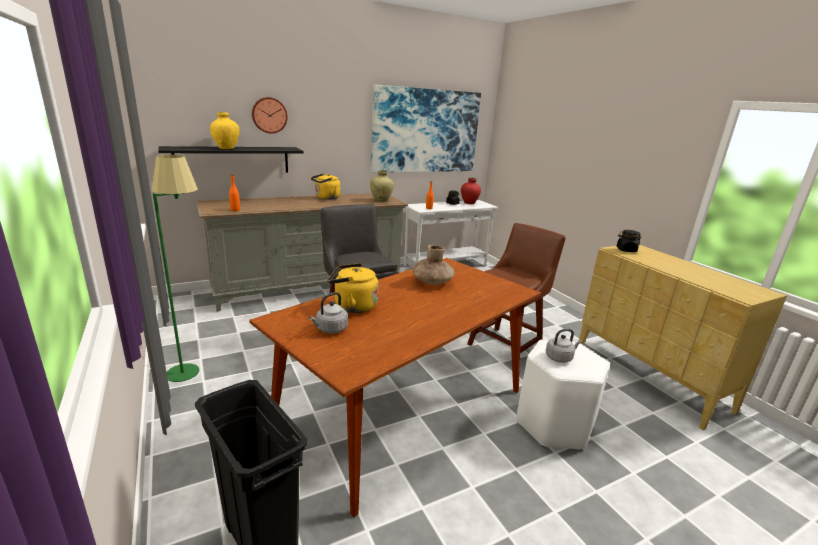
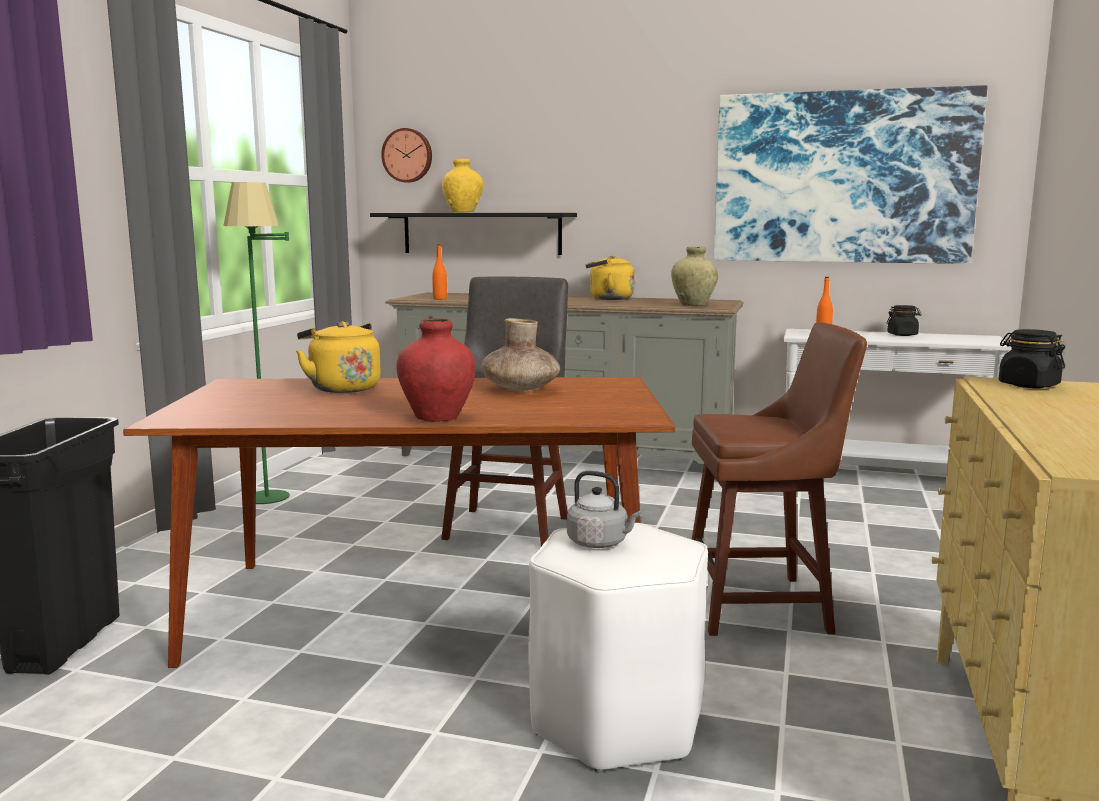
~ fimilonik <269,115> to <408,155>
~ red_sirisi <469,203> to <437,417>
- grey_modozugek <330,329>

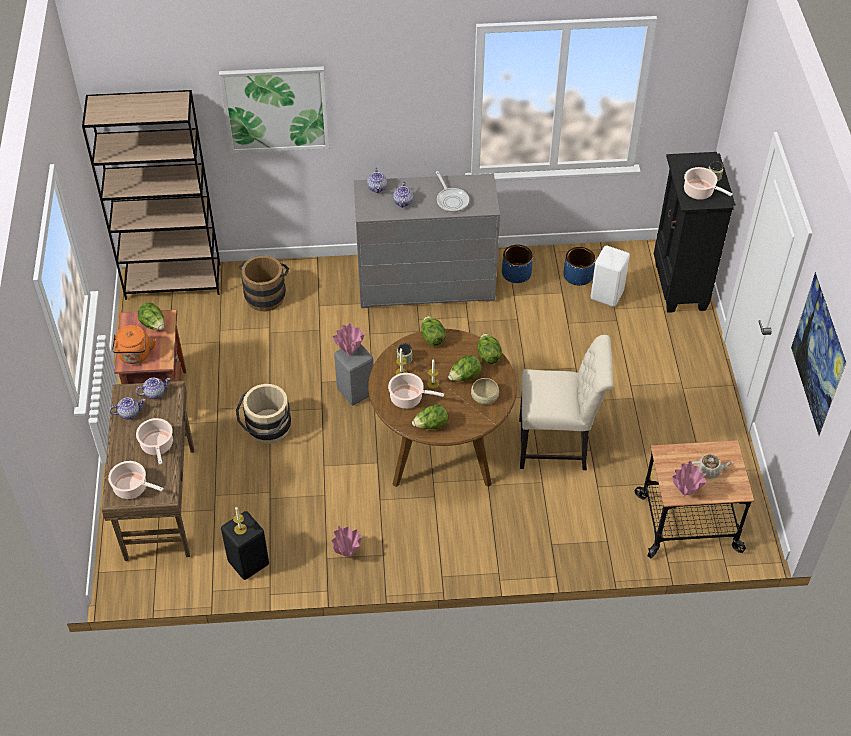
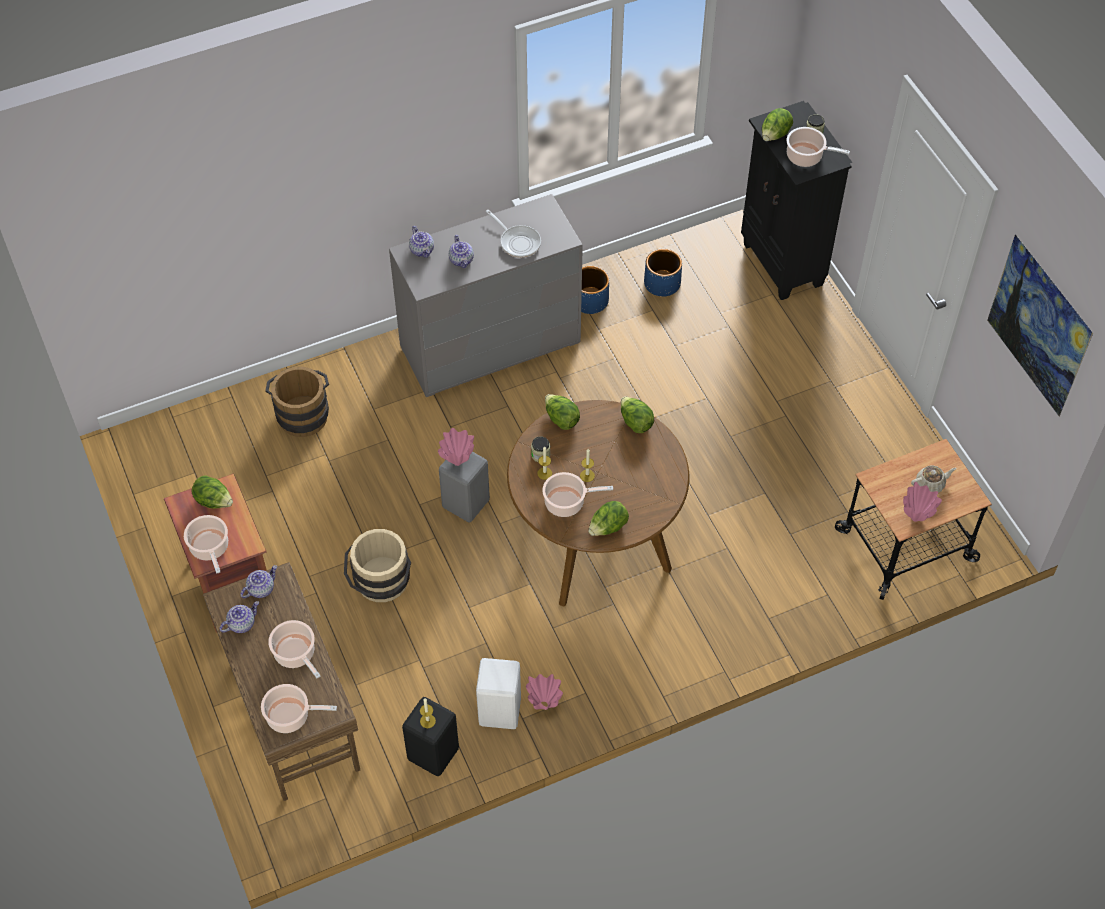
- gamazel <275,109>
- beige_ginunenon <174,281>
~ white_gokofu <606,295> to <498,712>
~ orange_modozugek <135,356> to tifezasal <210,548>
- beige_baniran <558,446>
~ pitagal <464,377> to <775,135>
- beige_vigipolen <484,396>

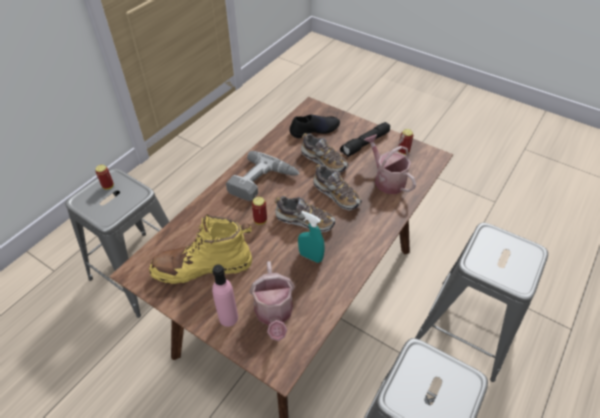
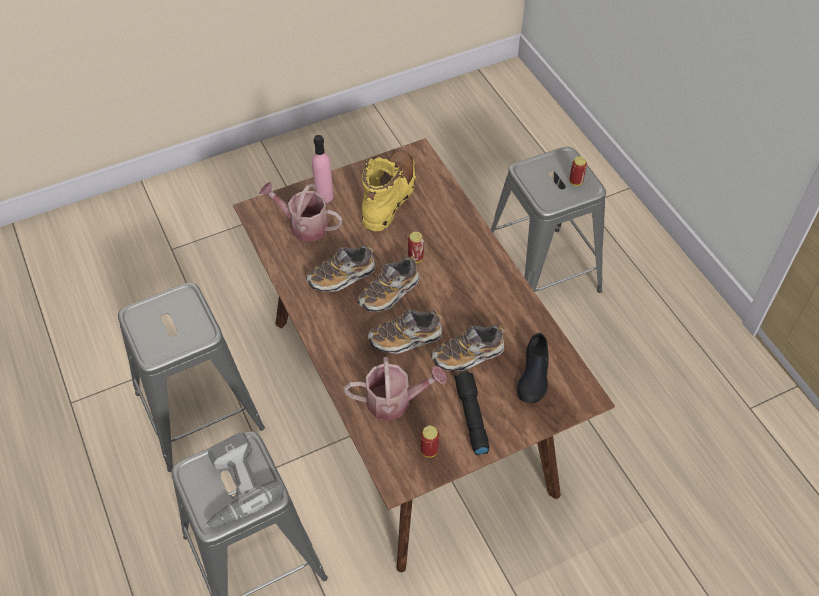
~ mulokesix <263,183> to <232,486>
~ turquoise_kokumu <310,256> to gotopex <341,277>

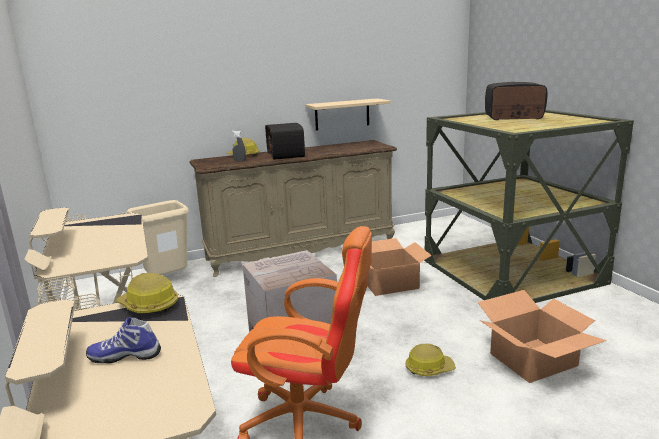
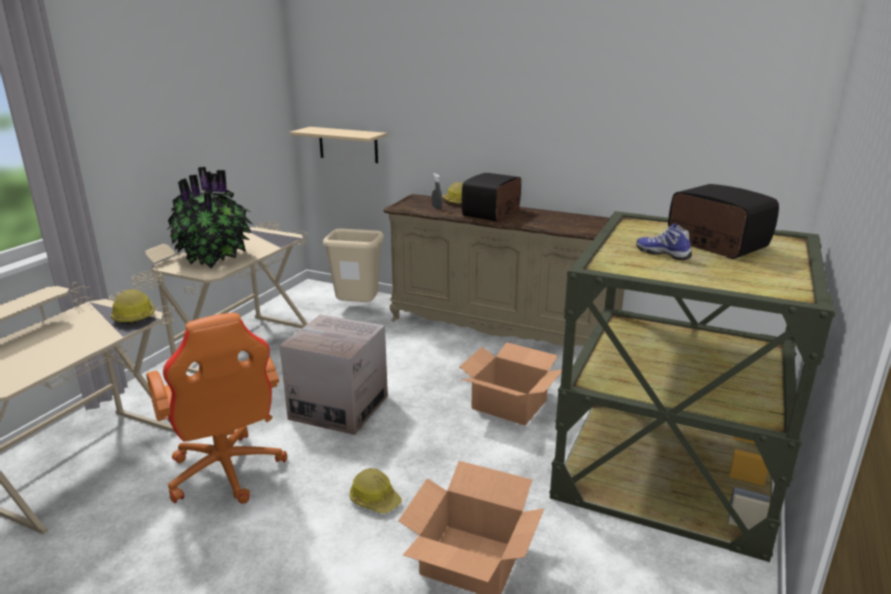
~ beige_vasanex <342,114> to <348,145>
~ gotopex <126,356> to <663,254>
+ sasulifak <216,259>

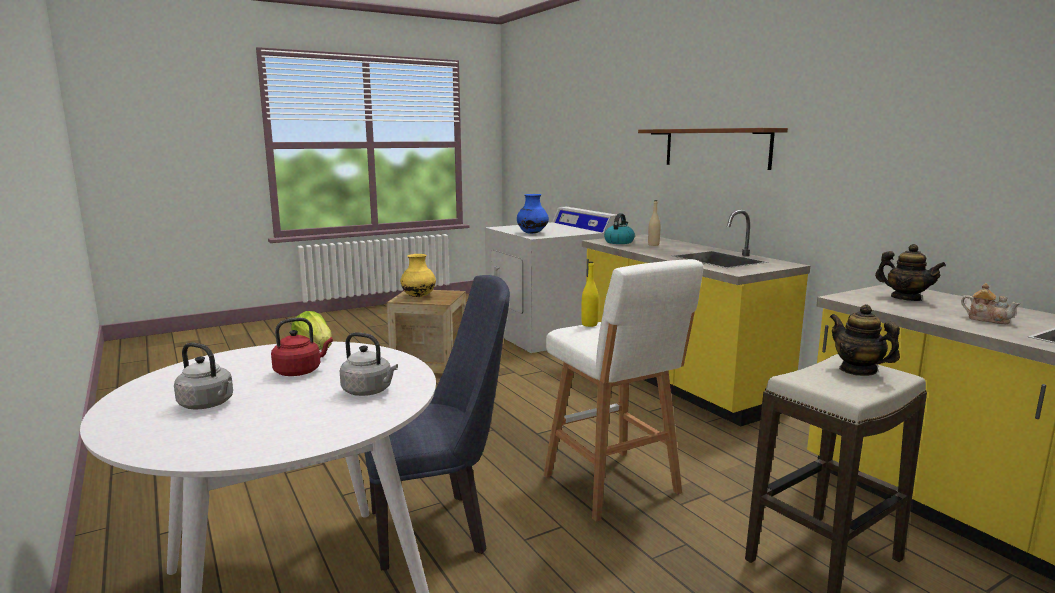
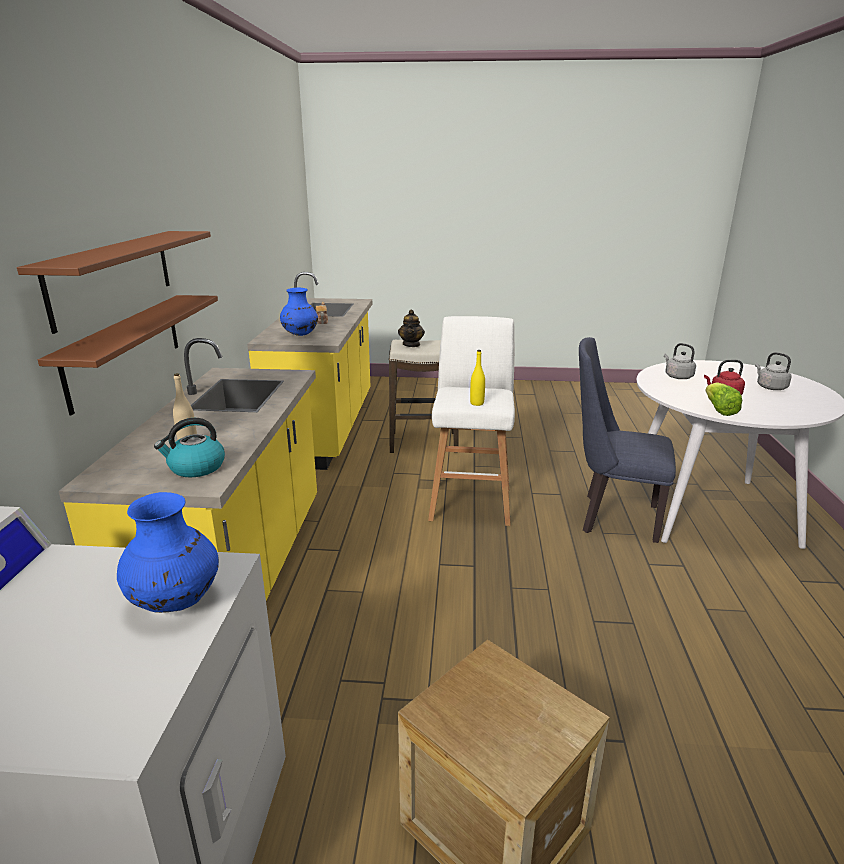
~ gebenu <905,298> to blue_sirisi <300,335>
- yellow_sirisi <418,296>
+ brown_vasanex <125,349>

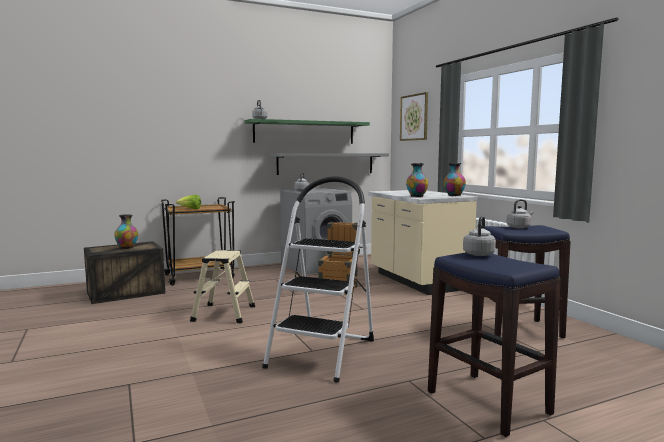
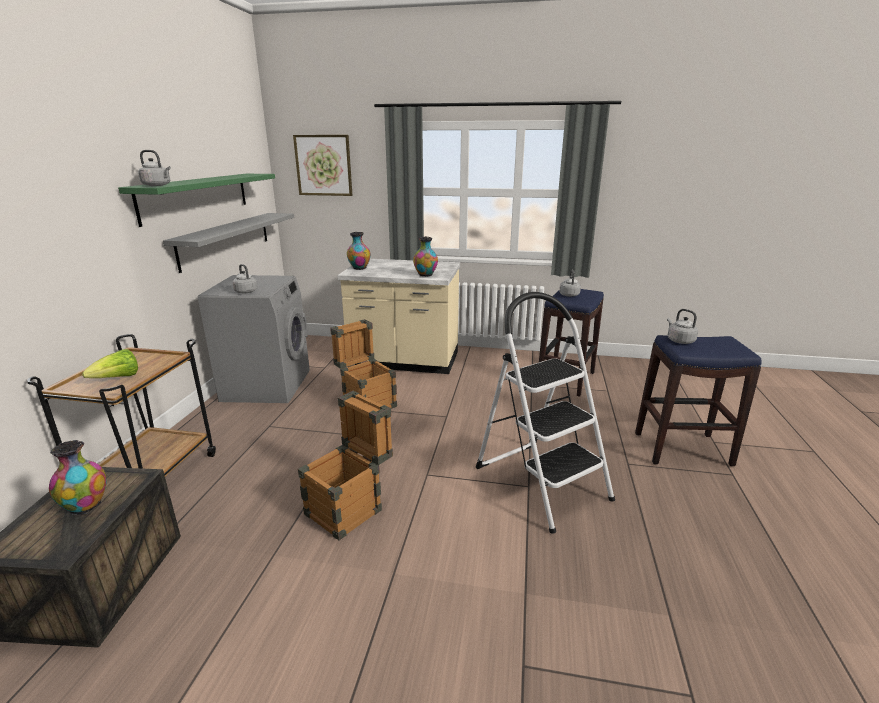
~ sirisi <454,195> to <359,268>
~ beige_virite <224,313> to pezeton <351,507>

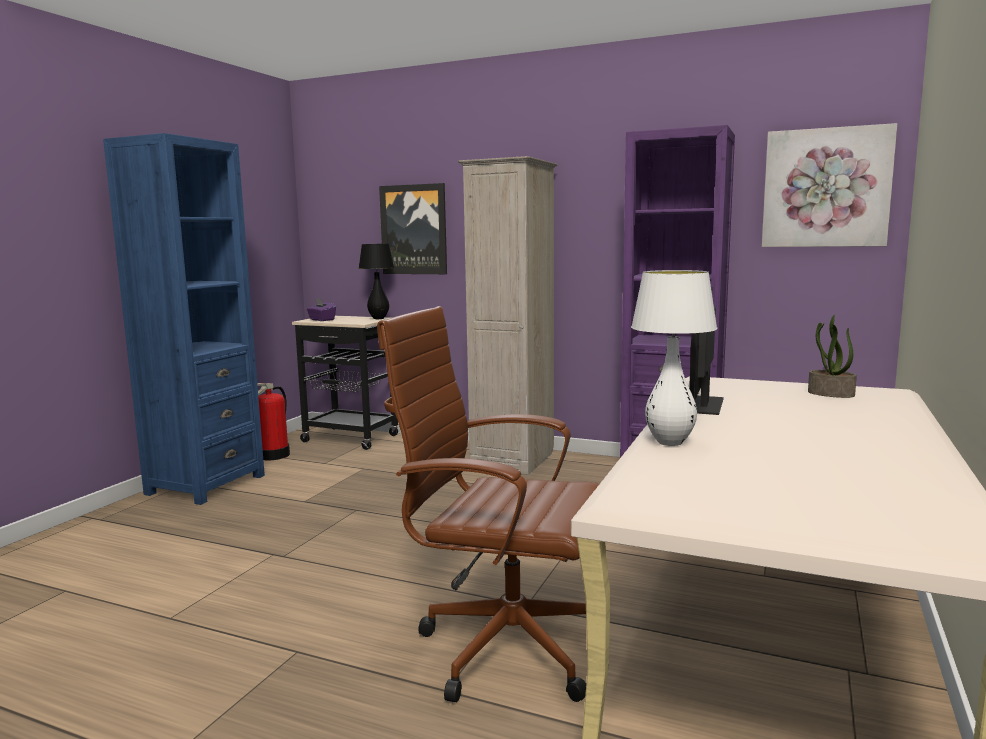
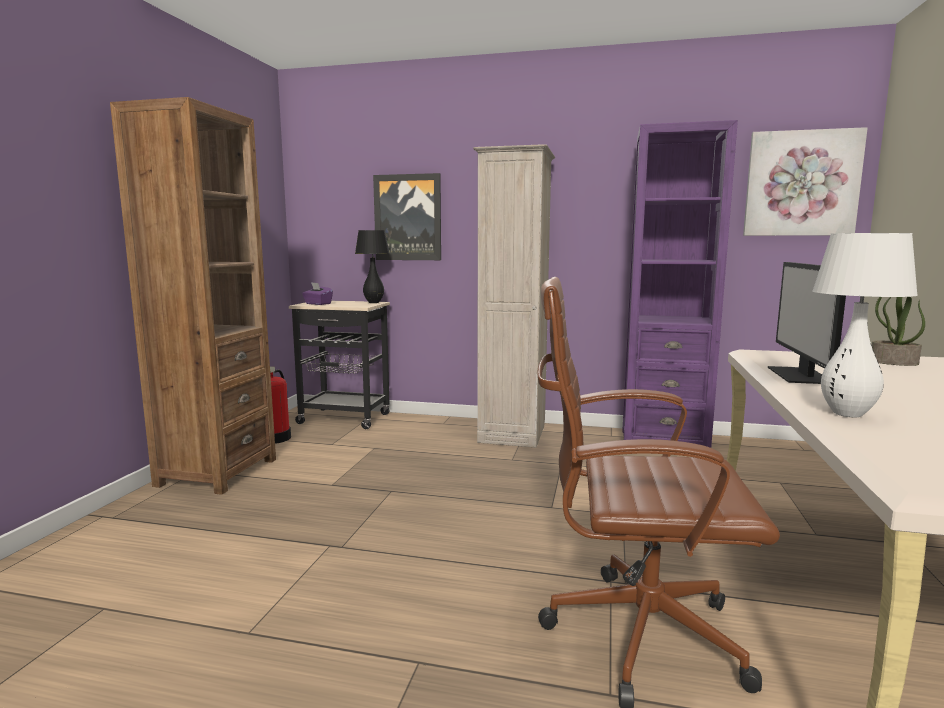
~ blue_ginunenon <205,484> to brown_ginunenon <217,472>

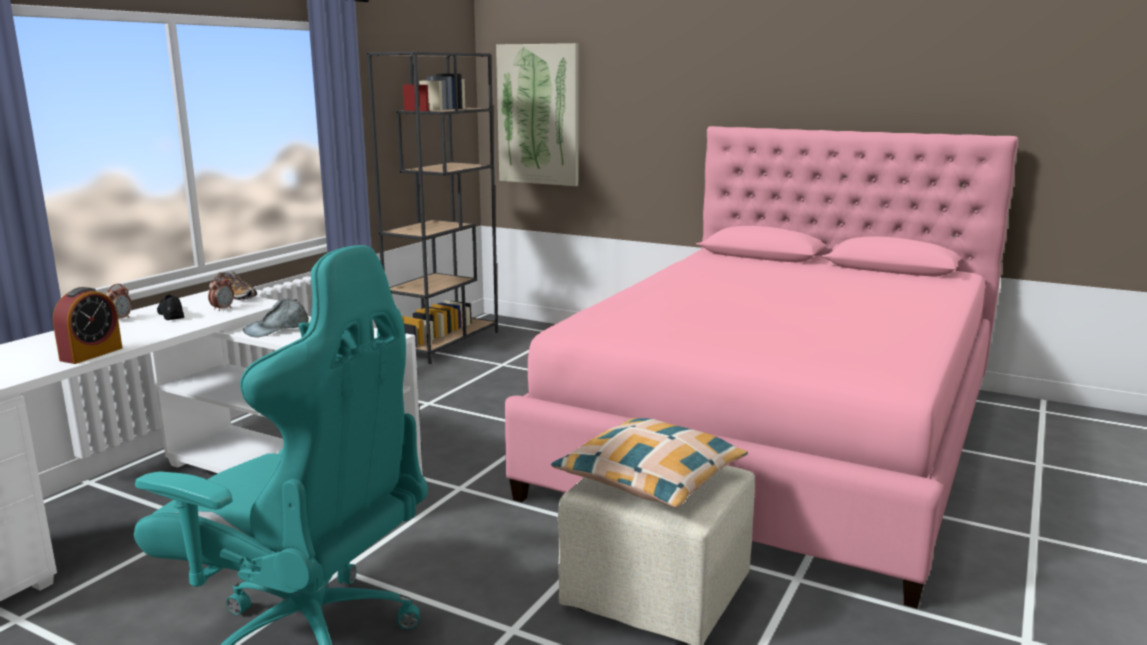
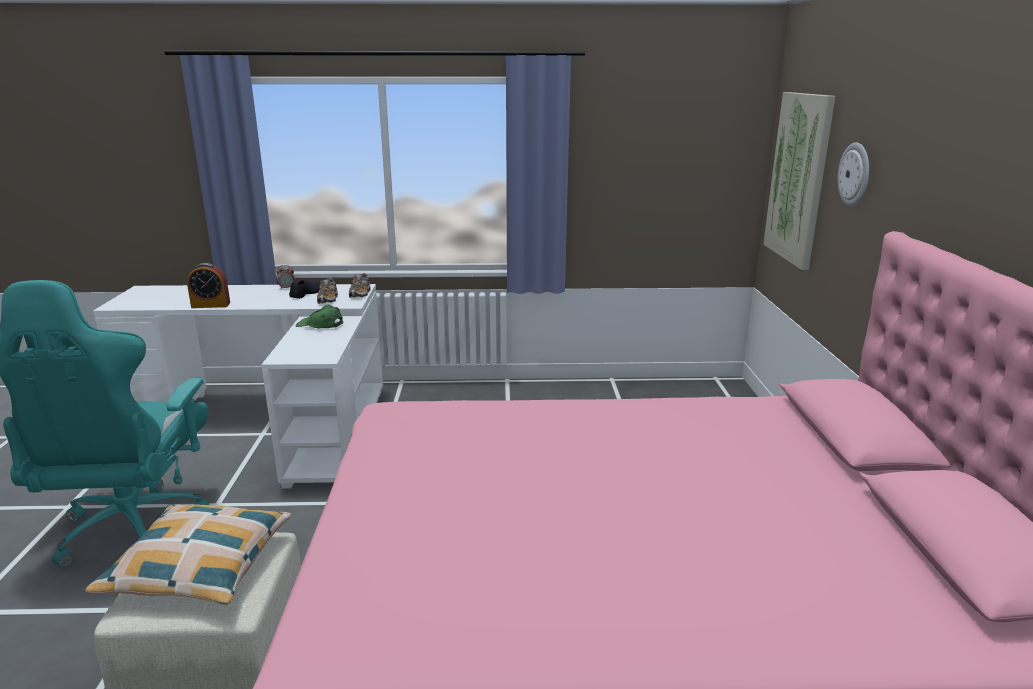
- ginunenon <444,343>
~ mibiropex <222,309> to gotopex <328,299>
~ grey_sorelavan <277,328> to green_sorelavan <320,324>
+ fimilonik <855,174>

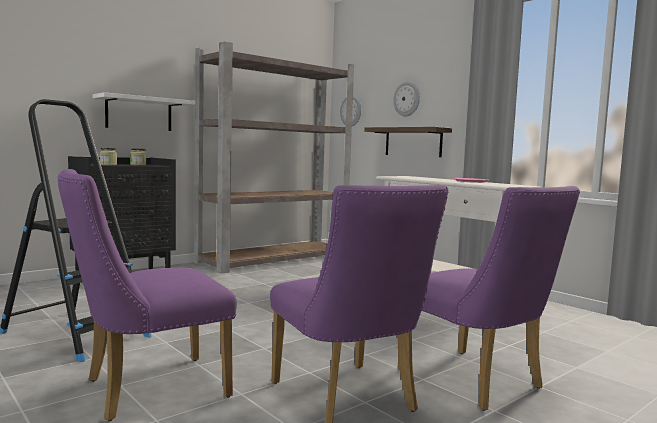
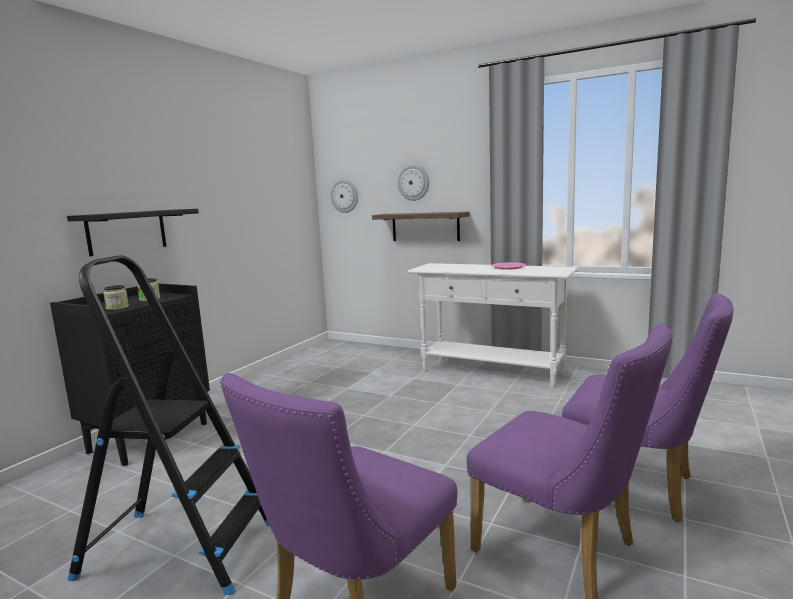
- brown_ginunenon <274,259>
~ white_vasanex <139,113> to black_vasanex <127,231>

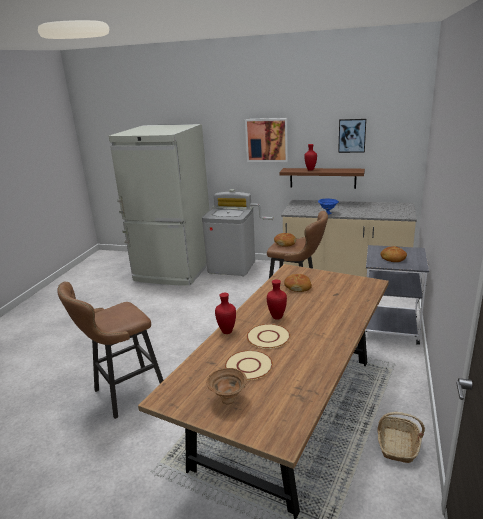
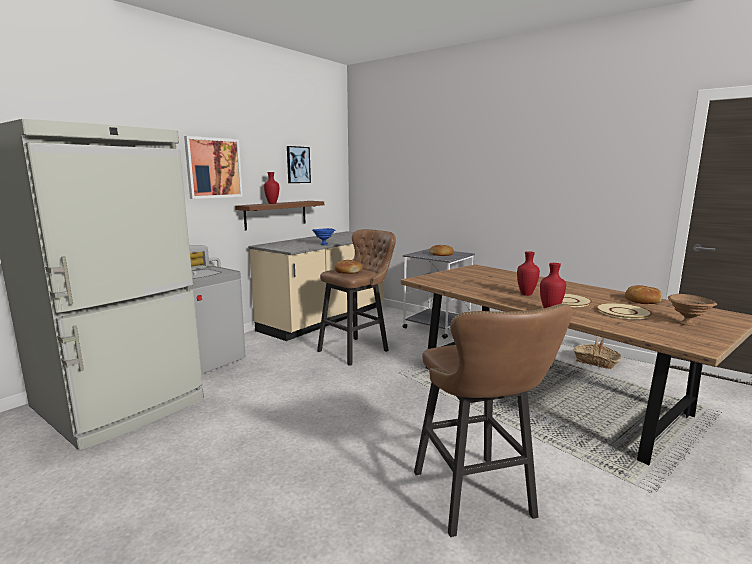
~ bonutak <298,287> to <642,301>

